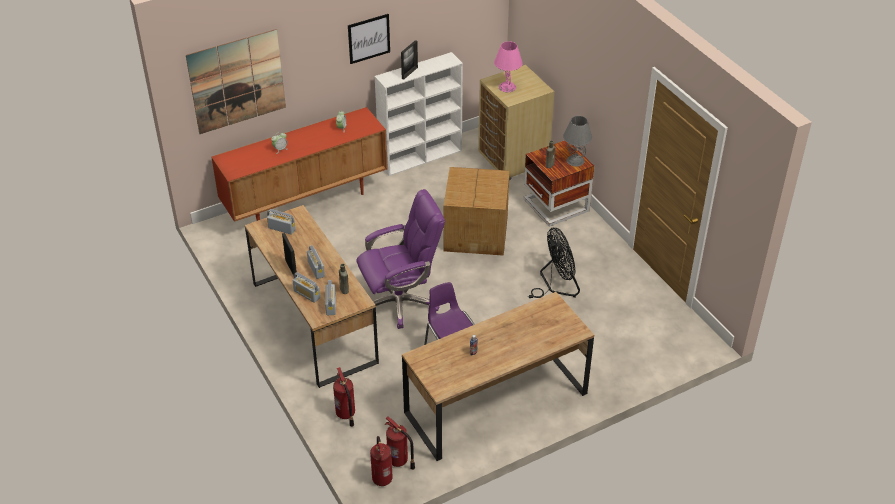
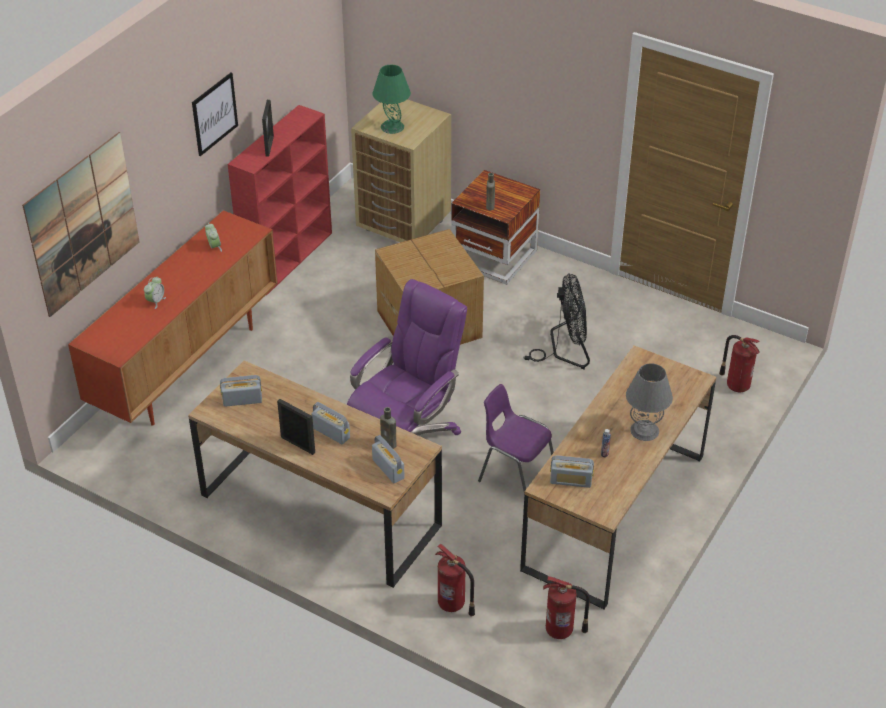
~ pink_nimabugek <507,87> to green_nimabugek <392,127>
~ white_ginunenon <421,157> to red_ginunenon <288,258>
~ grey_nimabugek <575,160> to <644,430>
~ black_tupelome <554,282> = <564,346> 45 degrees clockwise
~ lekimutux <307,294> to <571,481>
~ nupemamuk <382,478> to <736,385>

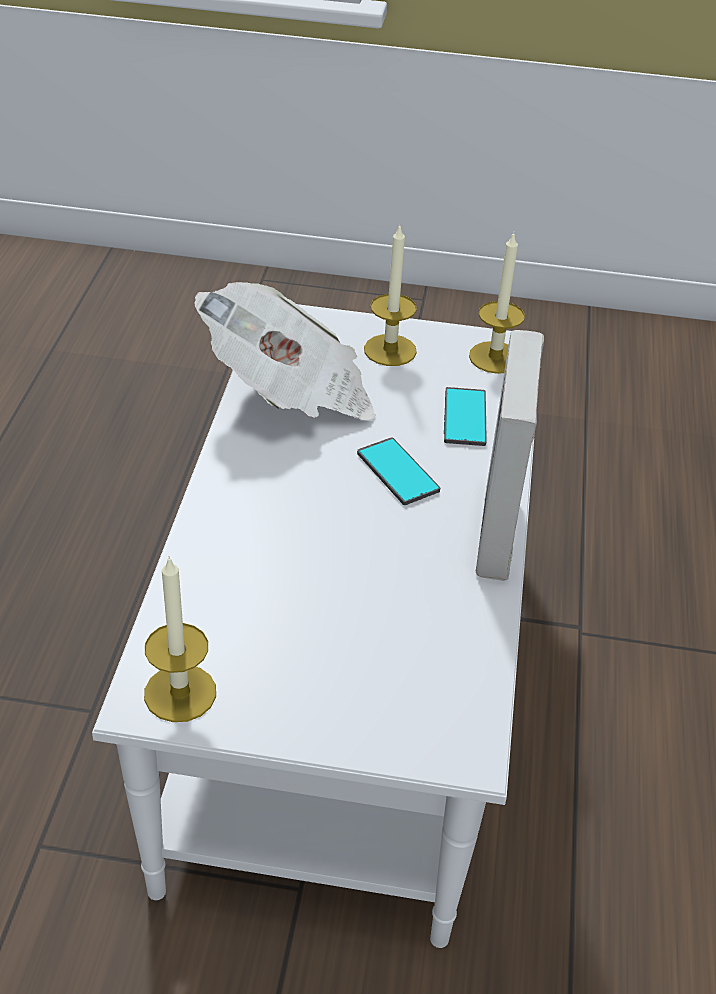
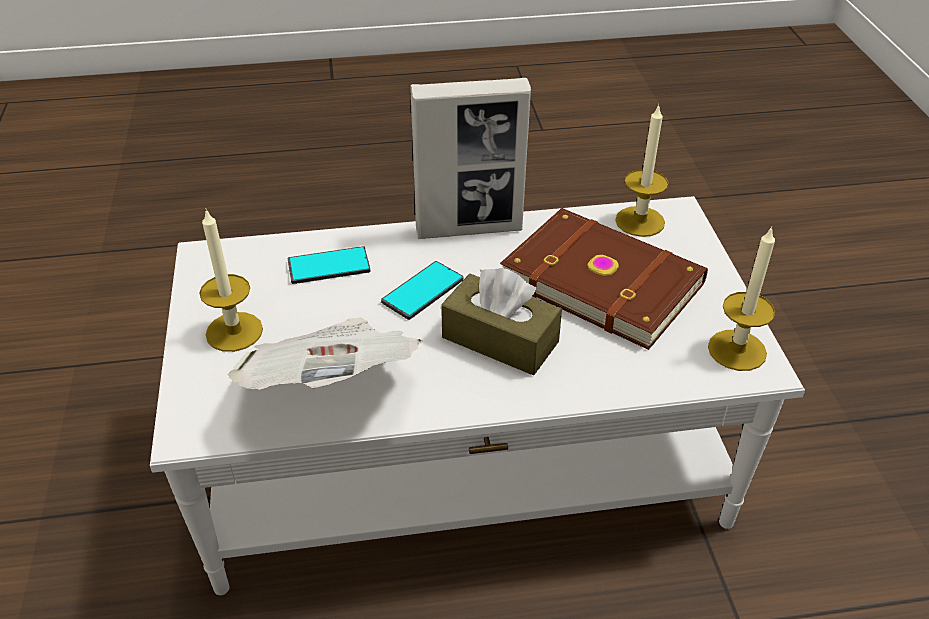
~ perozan <495,357> to <640,221>
+ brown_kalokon <602,279>
+ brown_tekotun <500,340>

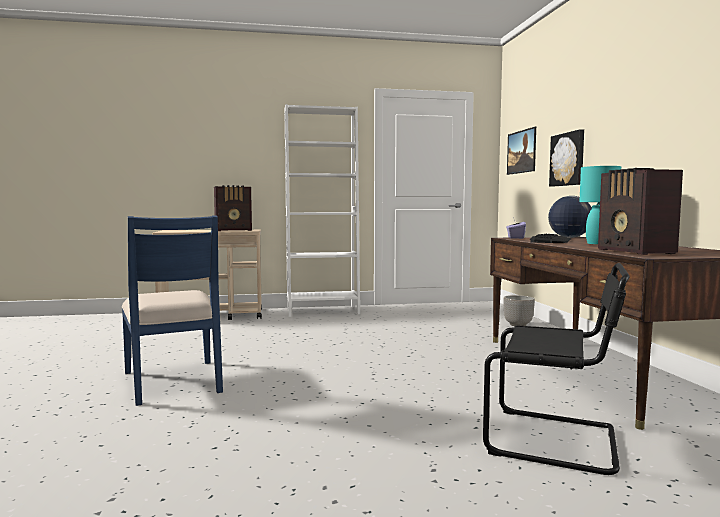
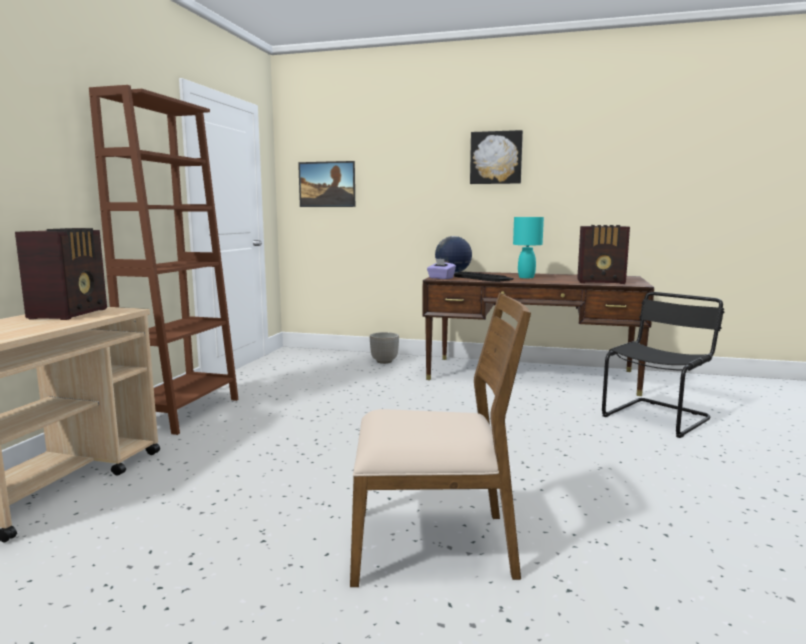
~ white_ginunenon <322,311> to brown_ginunenon <184,413>
~ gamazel <568,159> to <496,158>
~ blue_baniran <174,382> to brown_baniran <433,545>

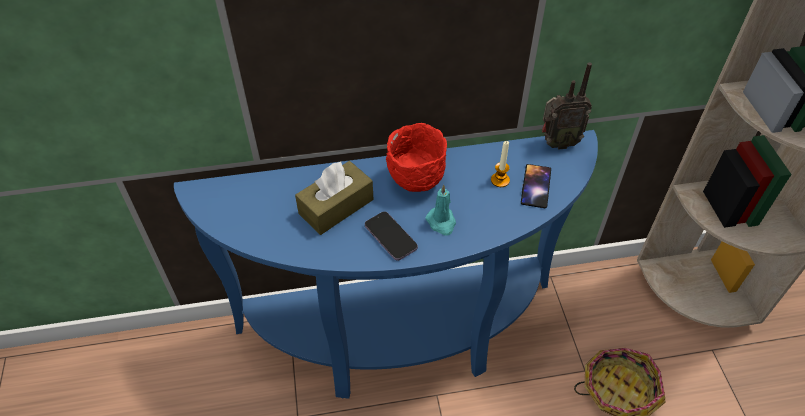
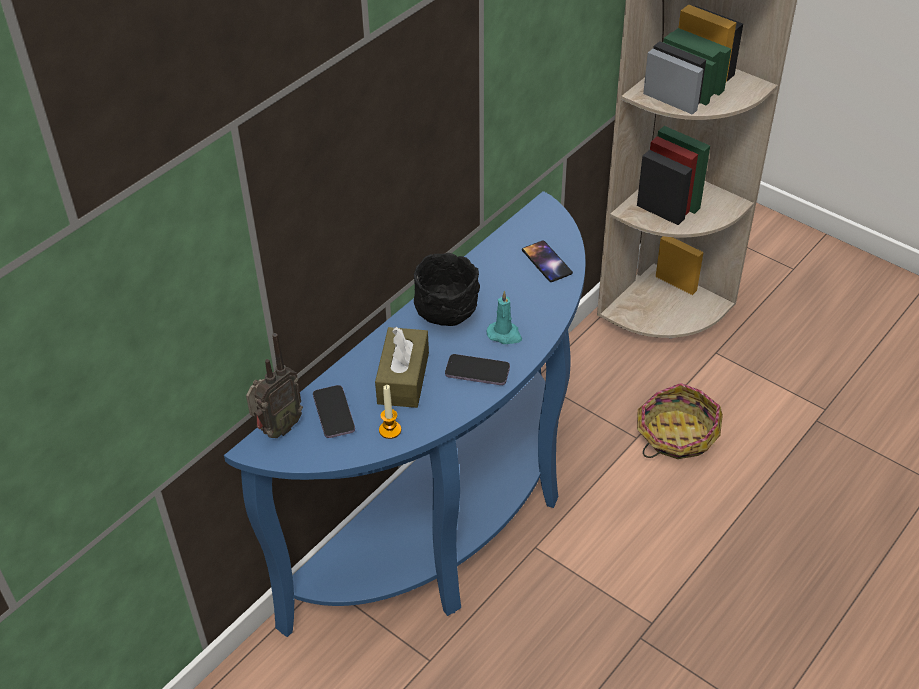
~ lekimutux <557,143> to <277,429>
~ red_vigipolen <414,181> to black_vigipolen <445,317>
~ perozan <500,180> to <390,430>
+ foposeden <334,413>

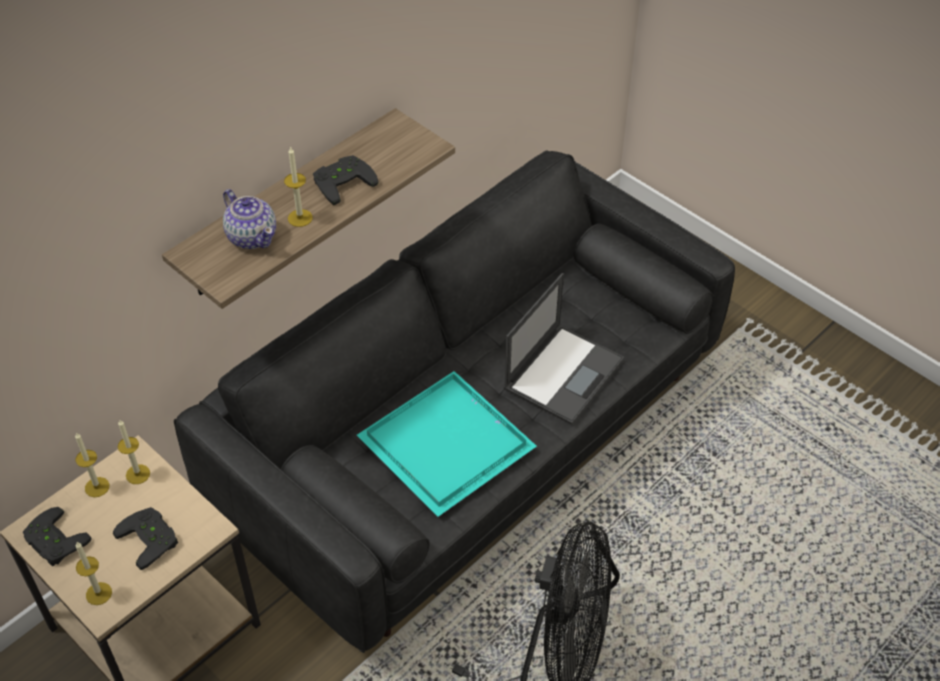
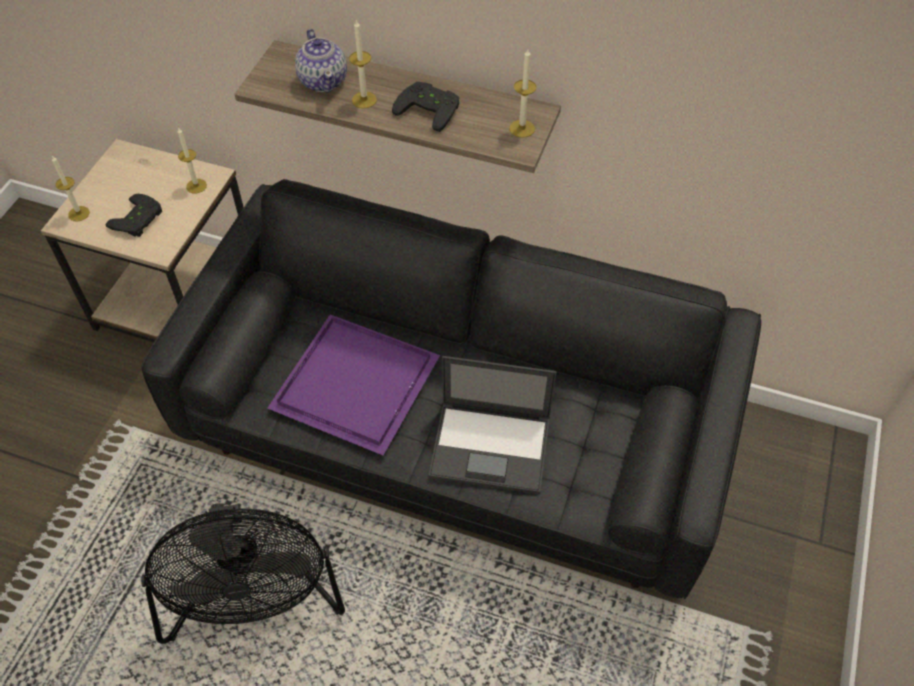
~ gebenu <252,236> = <323,80> 45 degrees counterclockwise
~ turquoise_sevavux <450,444> to purple_sevavux <356,387>
~ perozan <97,487> to <522,128>
- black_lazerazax <53,542>

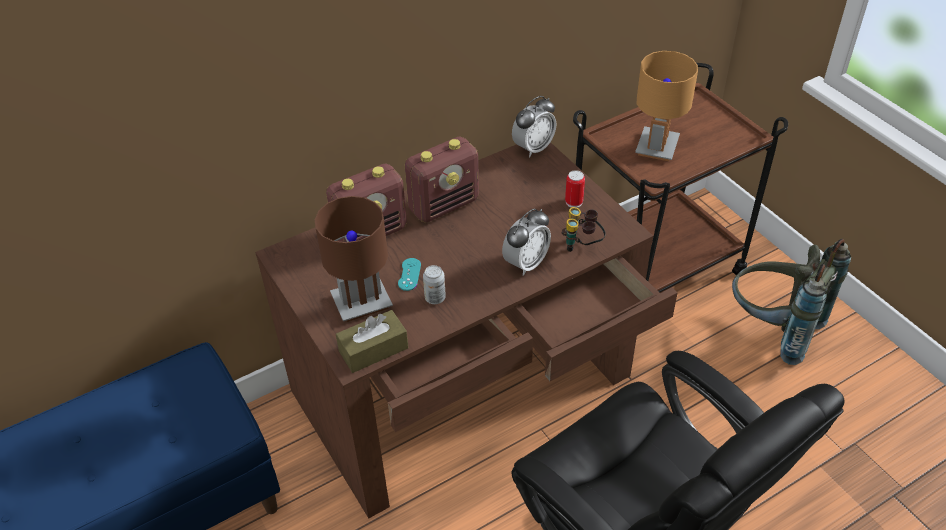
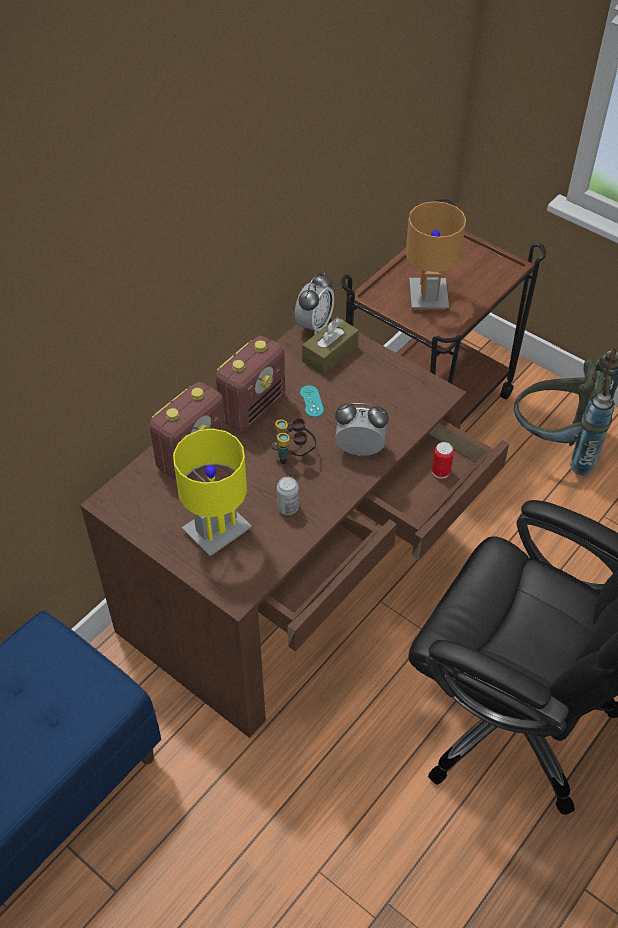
~ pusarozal <574,202> to <441,471>
~ brown_nimabugek <361,302> to yellow_nimabugek <217,530>
~ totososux <582,246> to <294,455>
~ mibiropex <526,263> = <359,450> 105 degrees counterclockwise
~ turquoise_lazerazax <409,274> to <311,401>
~ brown_tekotun <373,349> to <330,354>

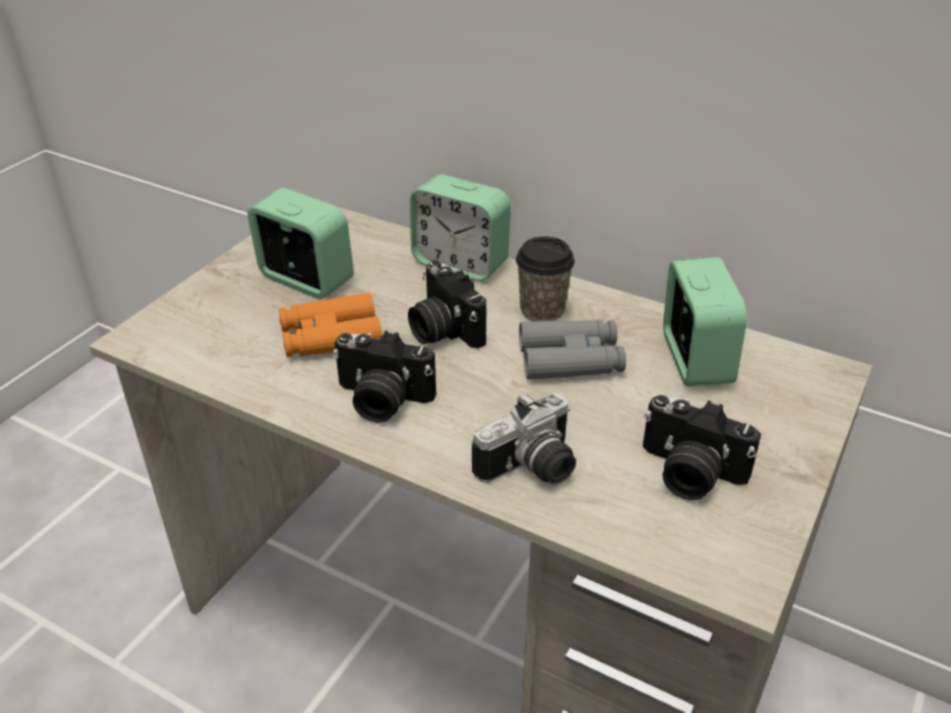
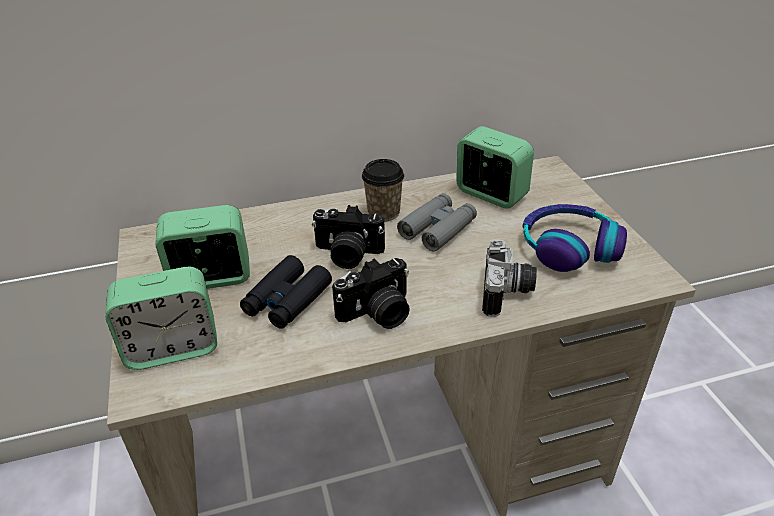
~ mibiropex <460,263> to <173,348>
~ orange_totososux <330,337> to black_totososux <287,300>
~ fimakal <688,473> to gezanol <569,247>

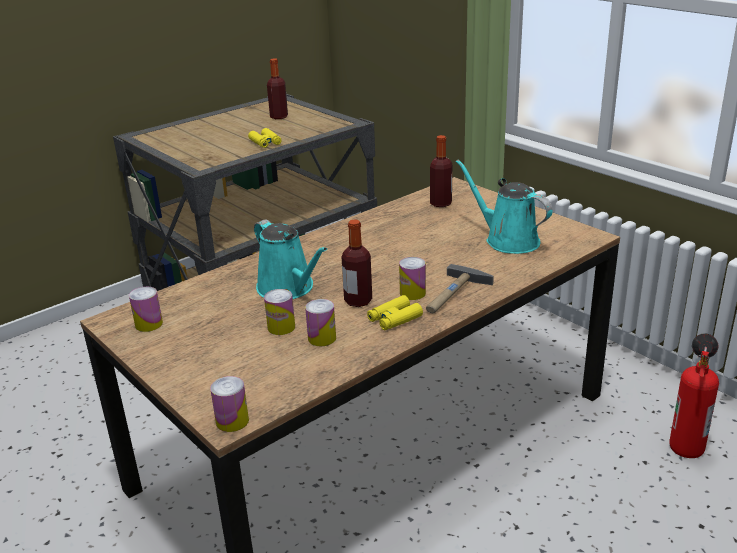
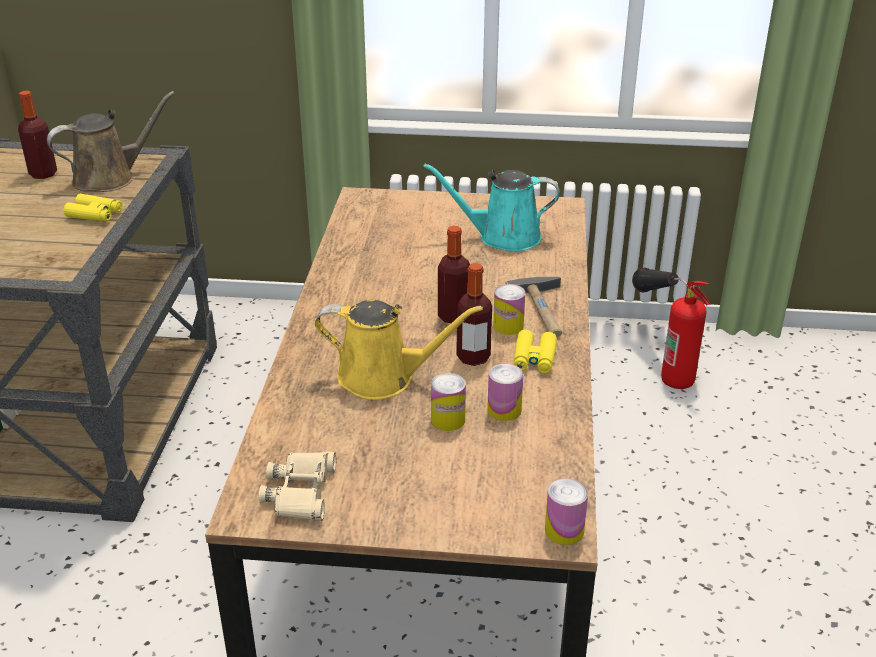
~ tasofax <441,203> to <453,316>
~ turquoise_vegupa <288,288> to yellow_vegupa <383,378>
~ pusarozal <149,324> to beige_totososux <301,492>
+ brown_vegupa <110,178>

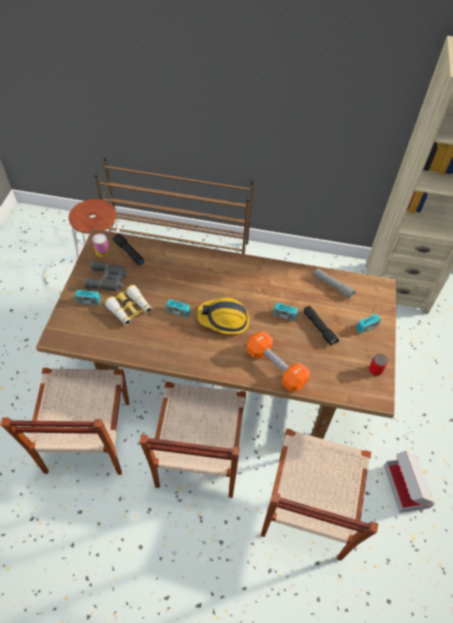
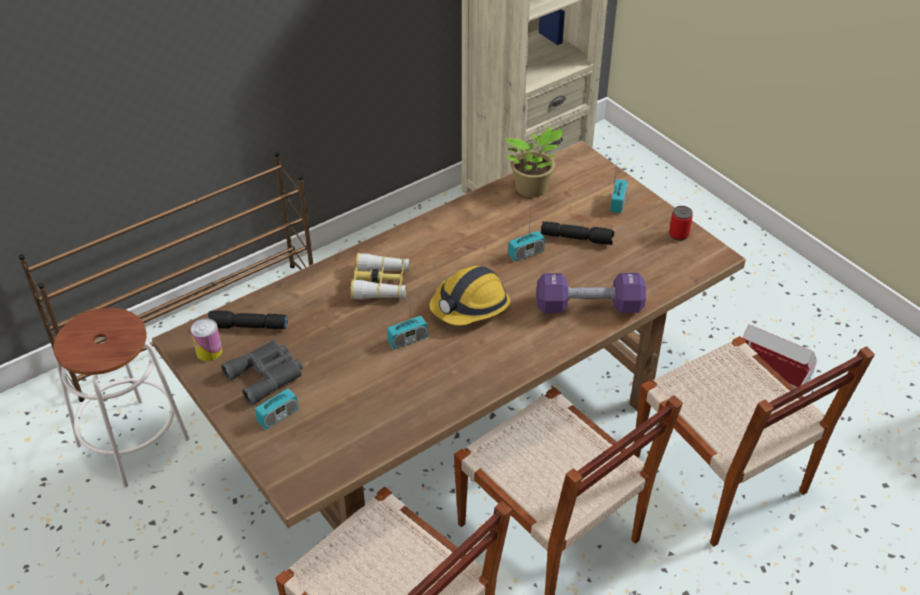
~ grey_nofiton <333,286> to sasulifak <533,189>
~ totososux <129,309> to <381,284>
~ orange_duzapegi <276,367> to purple_duzapegi <589,307>

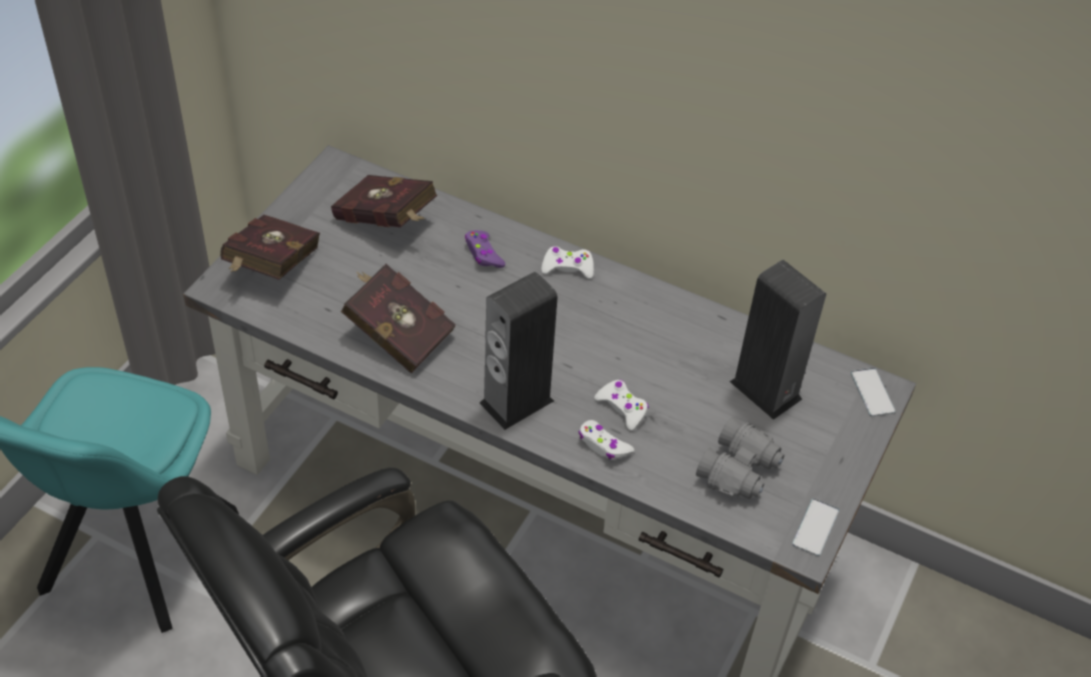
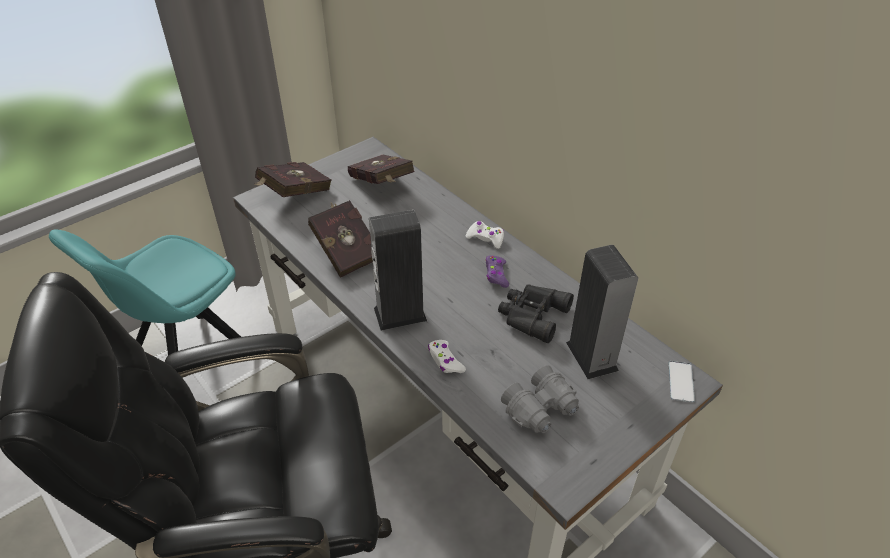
~ purple_lazerazax <483,254> to <496,275>
- white_lazerazax <622,408>
- foposeden <815,527>
+ black_totososux <531,315>

